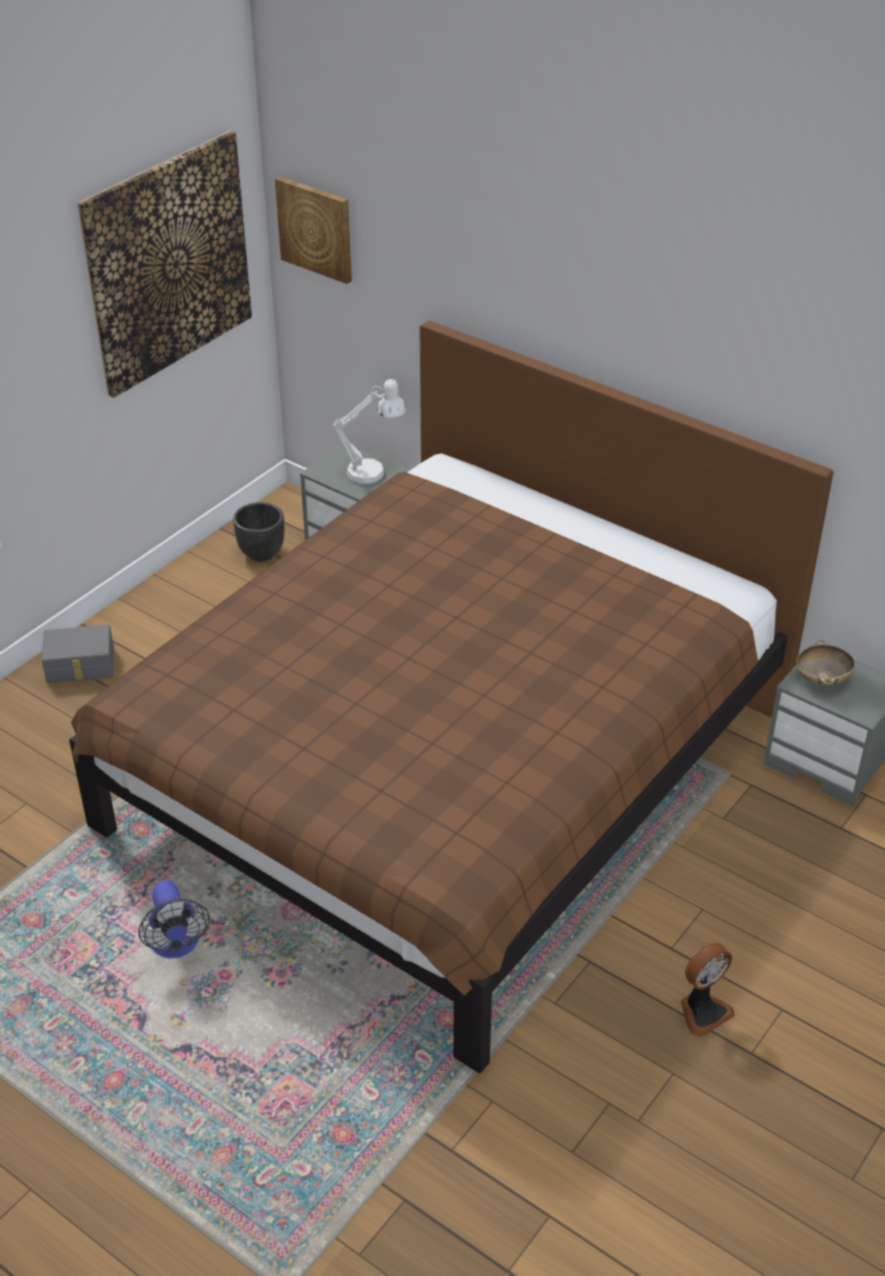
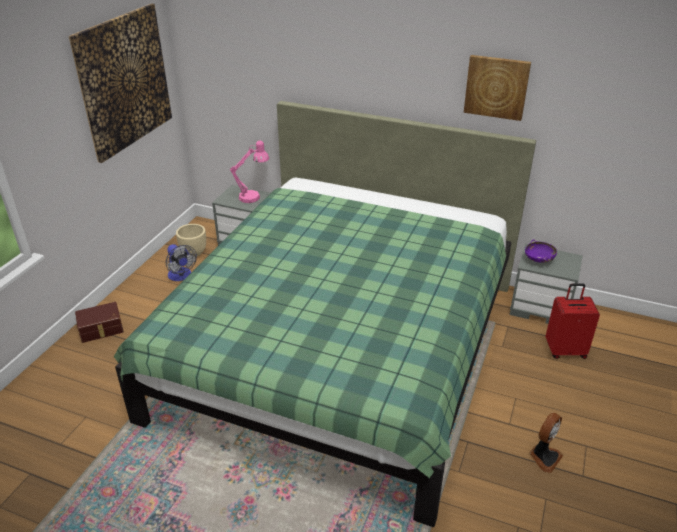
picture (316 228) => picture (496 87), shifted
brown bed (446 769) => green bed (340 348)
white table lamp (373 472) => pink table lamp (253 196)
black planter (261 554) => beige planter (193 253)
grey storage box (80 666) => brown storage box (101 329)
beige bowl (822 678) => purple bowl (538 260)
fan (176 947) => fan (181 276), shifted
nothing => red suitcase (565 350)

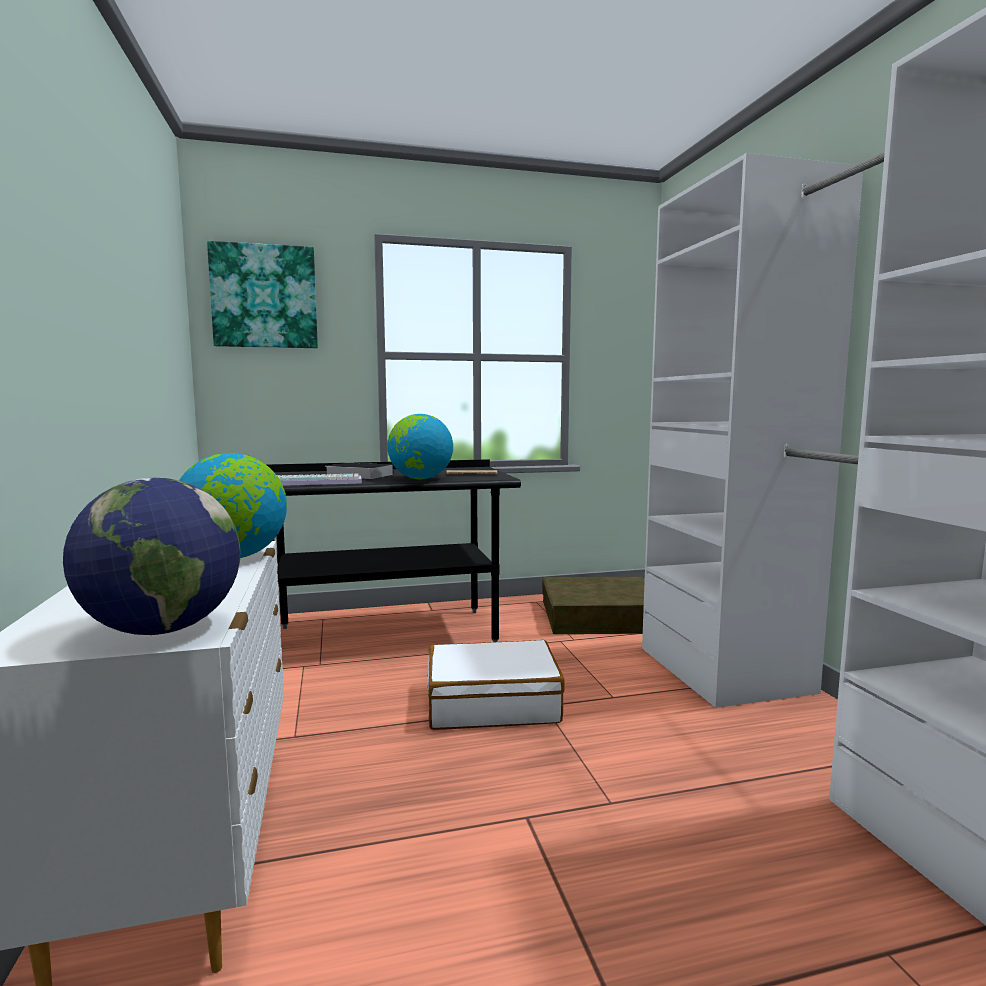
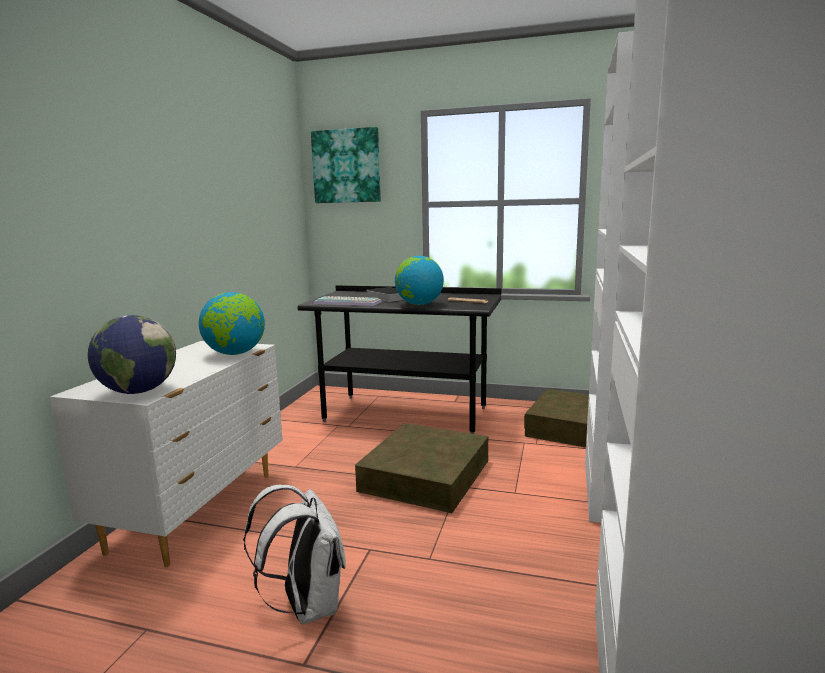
white suitcase (492 703) => brown storage box (425 475)
nothing => white backpack (306 605)

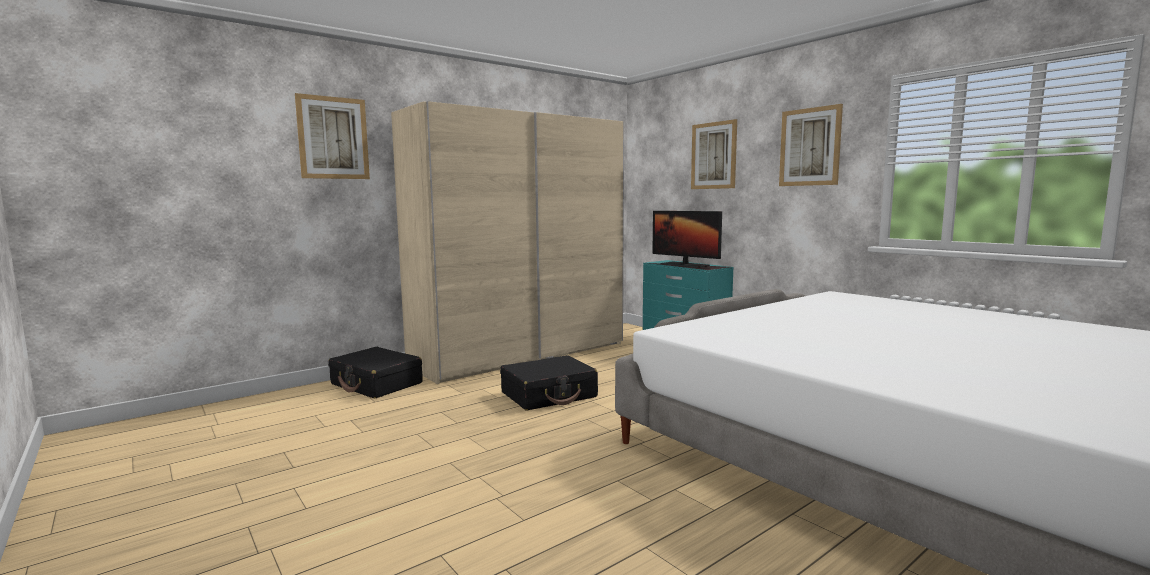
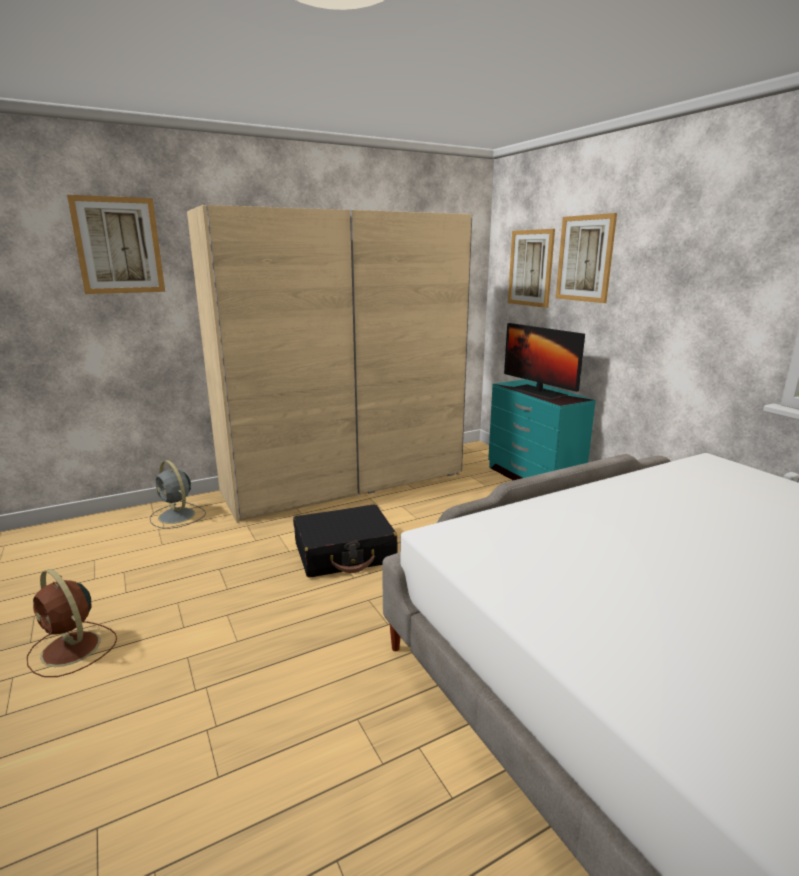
picture (809 147) => picture (530 268), shifted
black suitcase (376 384) => grey fan (177 516)
nothing => brown fan (72 649)

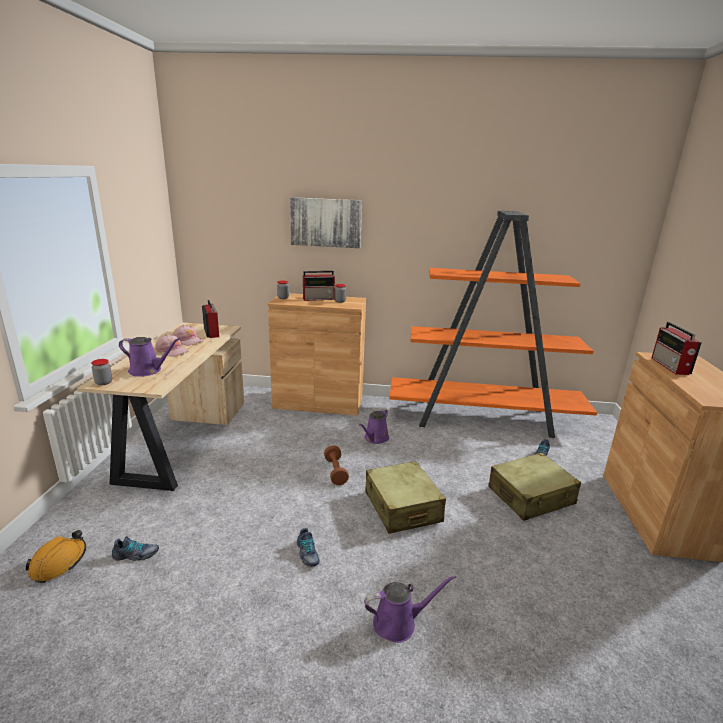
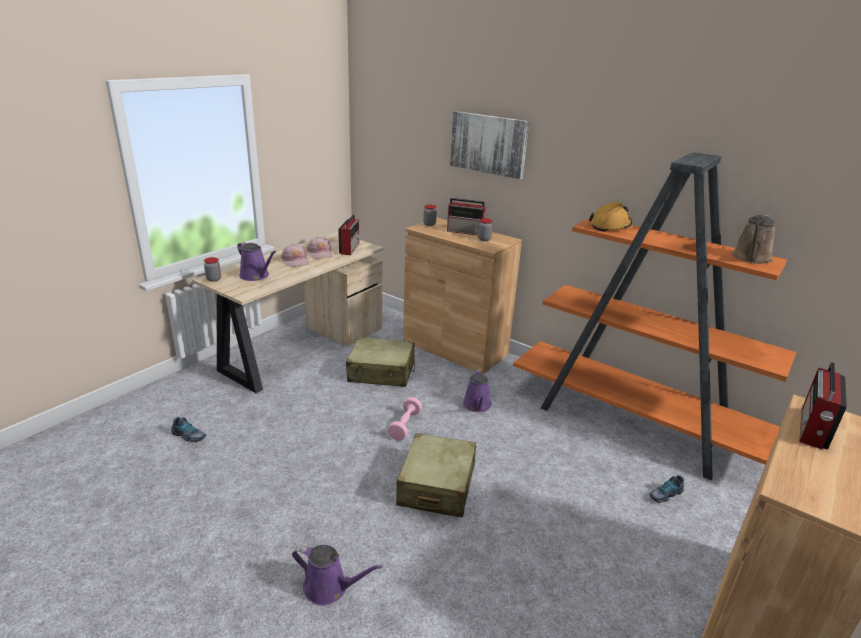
purple watering can (375 439) => purple watering can (477 405), 60 degrees counterclockwise
brown dumbbell (335 472) => pink dumbbell (405 426)
beige suitcase (531 496) => beige suitcase (381 372), shifted
shoe (307 554) => nothing
orange hard hat (59 563) => orange hard hat (610 226), shifted
nothing => brown watering can (751 258)

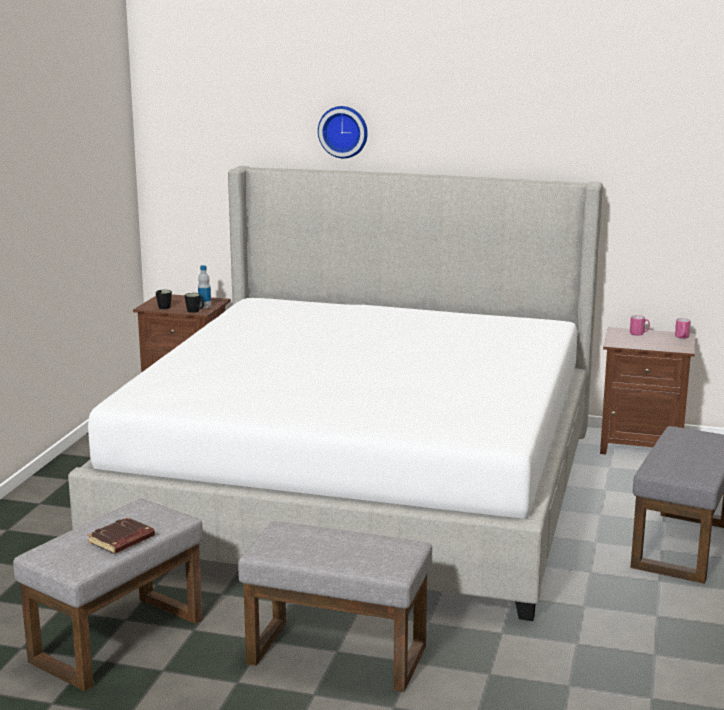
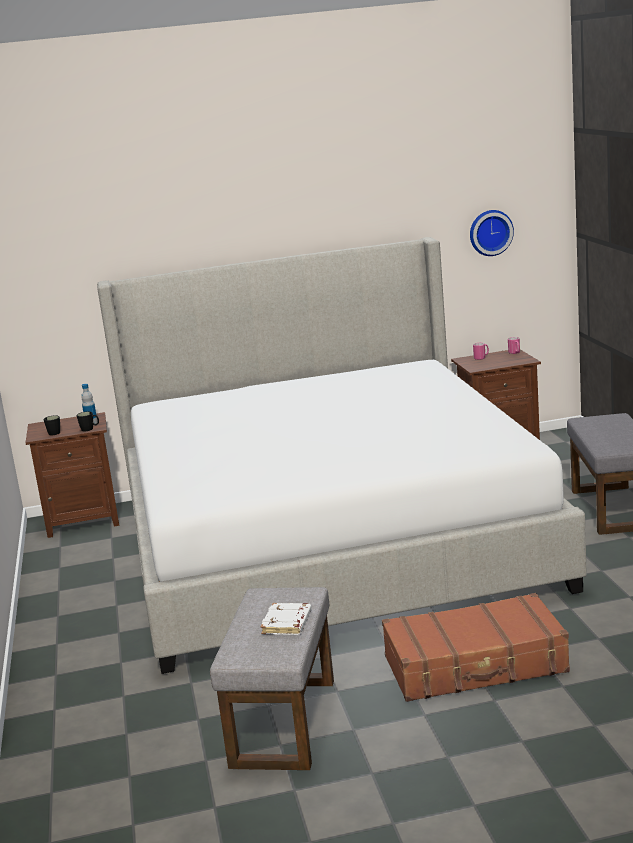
wall clock (343 131) => wall clock (490 232), shifted
brown book (121 541) => white book (287 623)
grey ottoman (339 654) => brown suitcase (476 665)

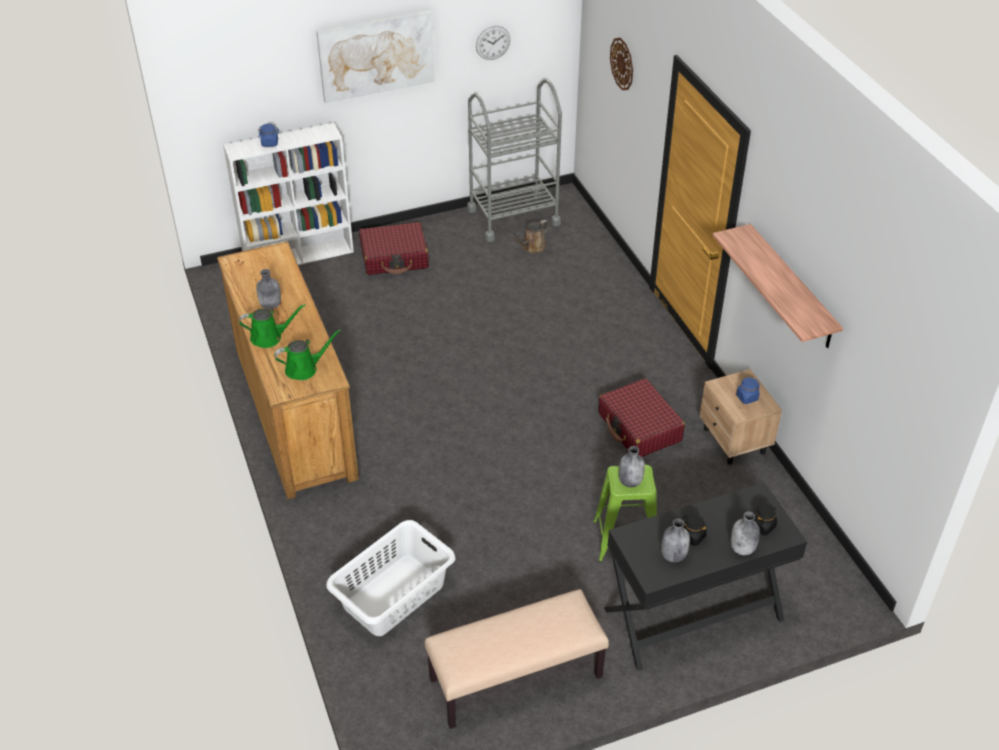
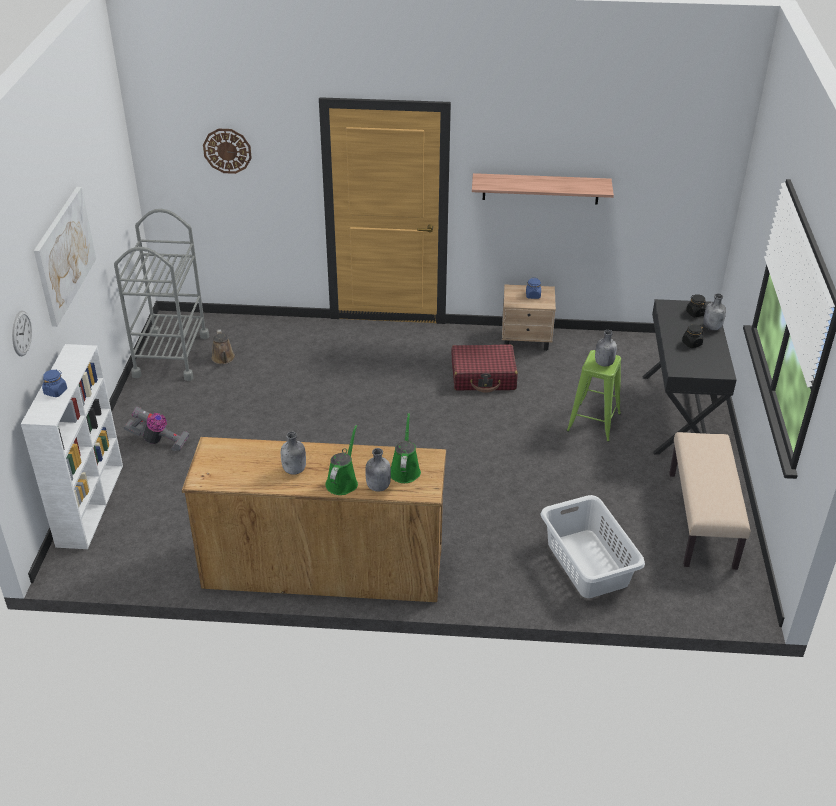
wall clock (493 42) => wall clock (21 333), shifted
red suitcase (394 257) => vacuum cleaner (158 441)
grey bottle (673 555) => grey bottle (377 487), shifted

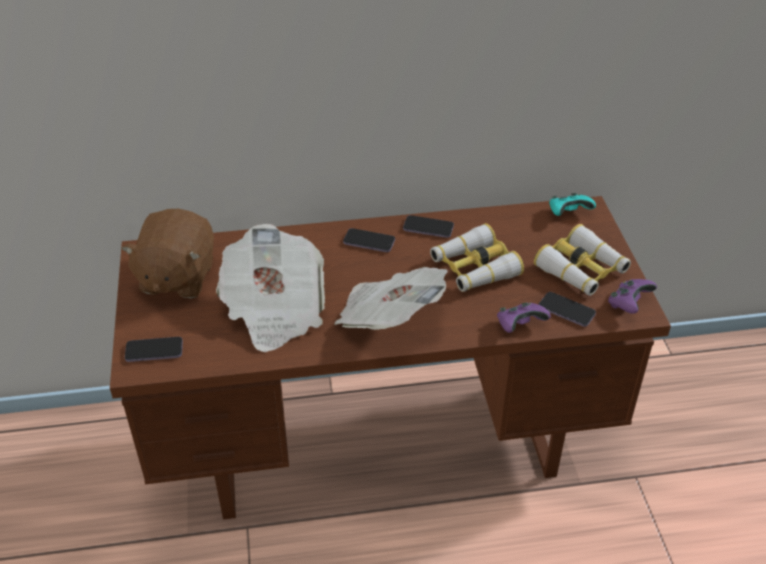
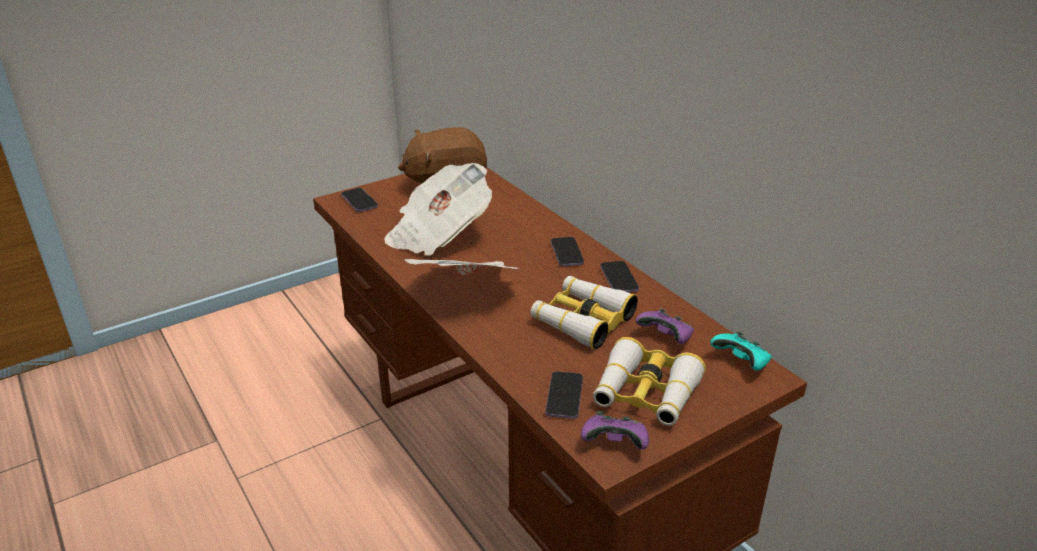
purple game controller (519 325) => purple game controller (666 338), shifted

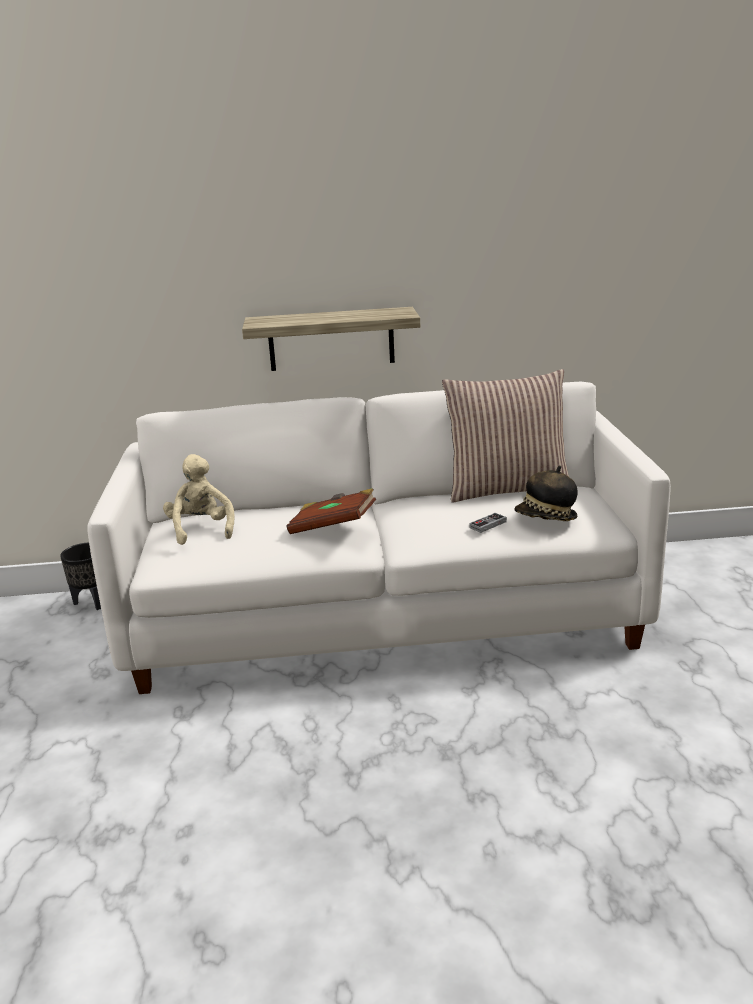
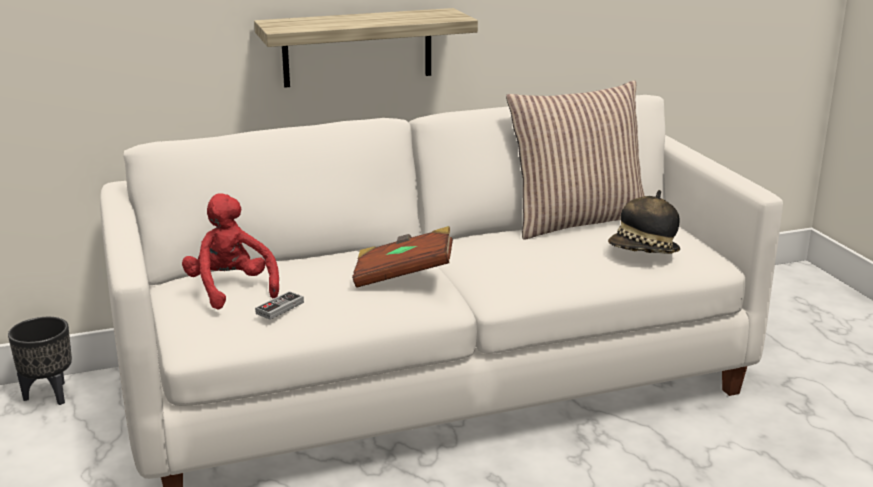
beige plush toy (201 530) => red plush toy (231 289)
game controller (488 525) => game controller (280 308), shifted

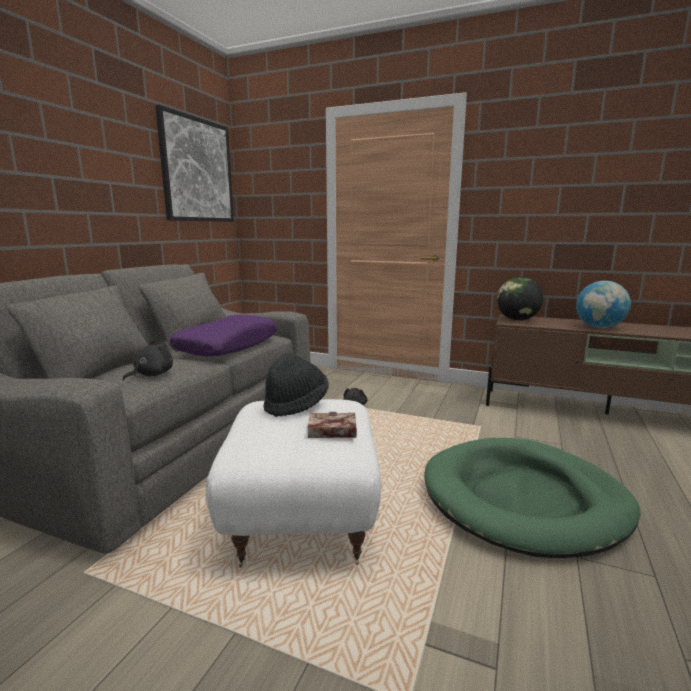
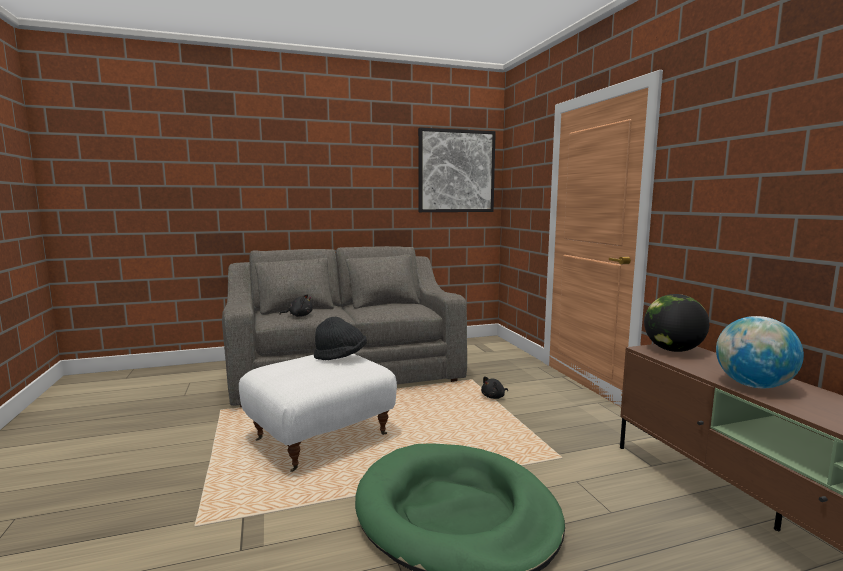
purple pillow (227 346) => nothing
book (330 431) => nothing

